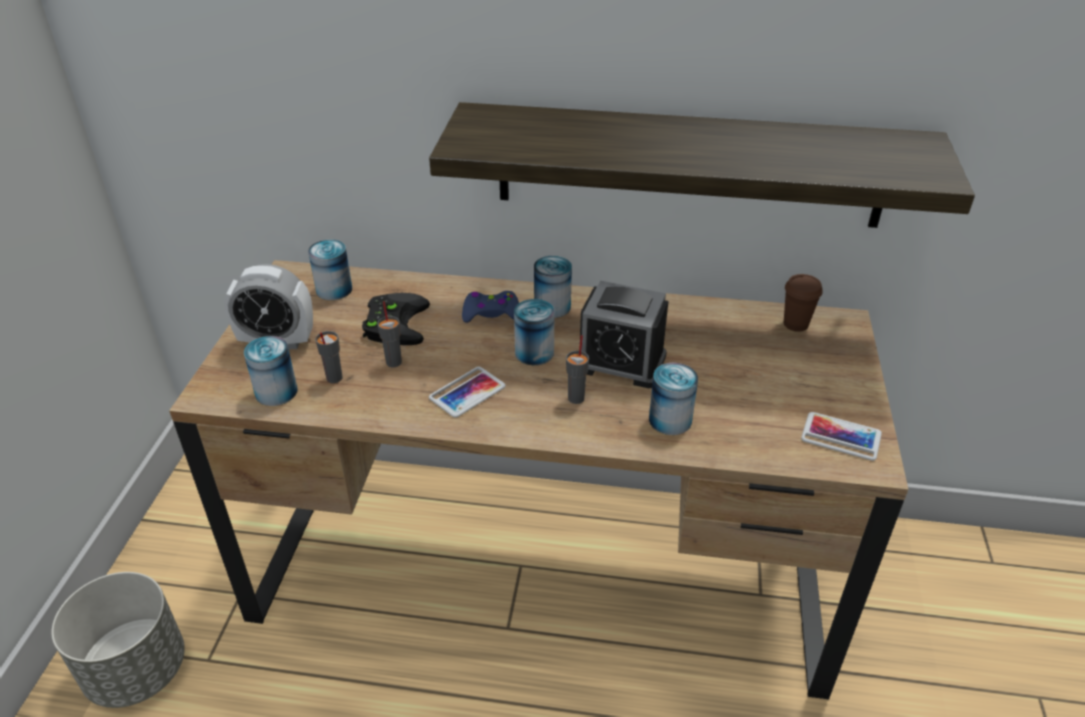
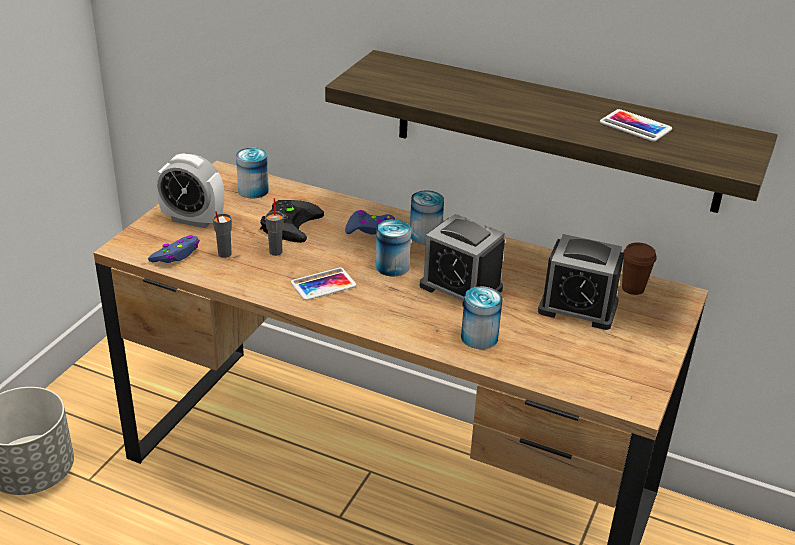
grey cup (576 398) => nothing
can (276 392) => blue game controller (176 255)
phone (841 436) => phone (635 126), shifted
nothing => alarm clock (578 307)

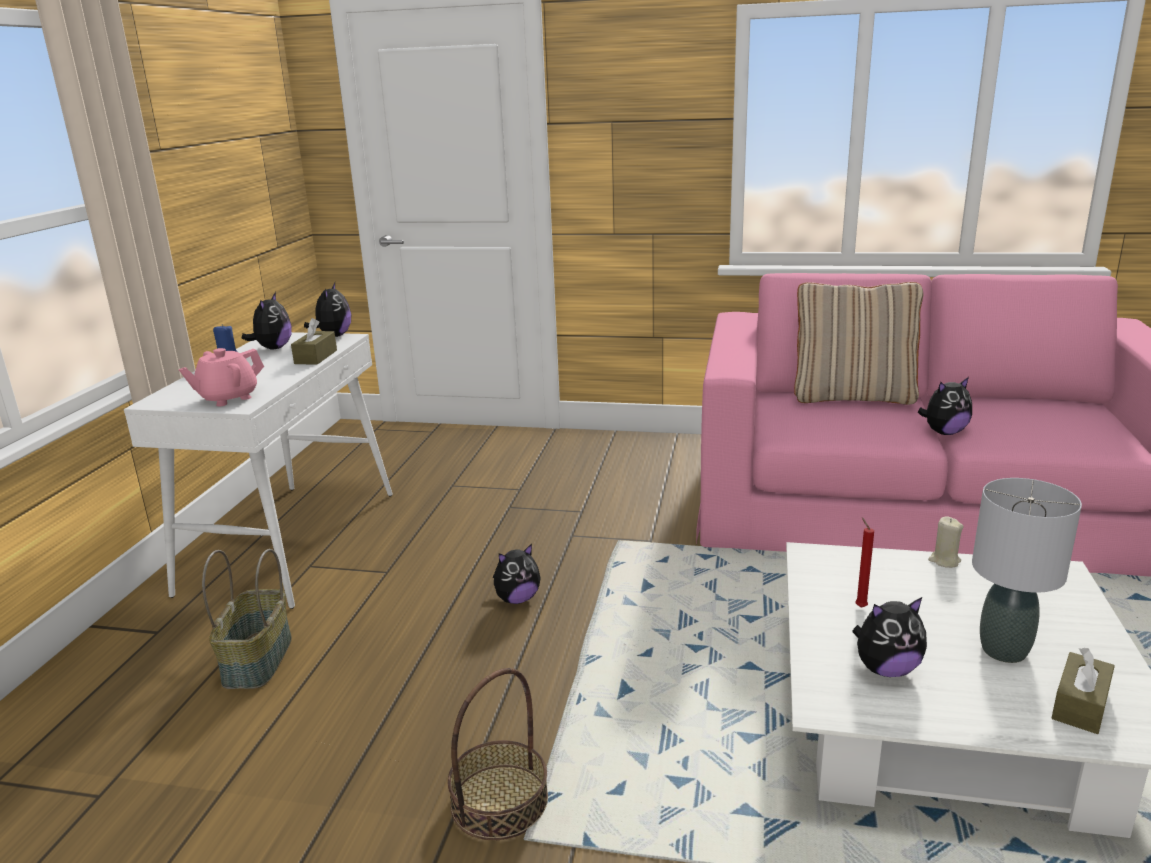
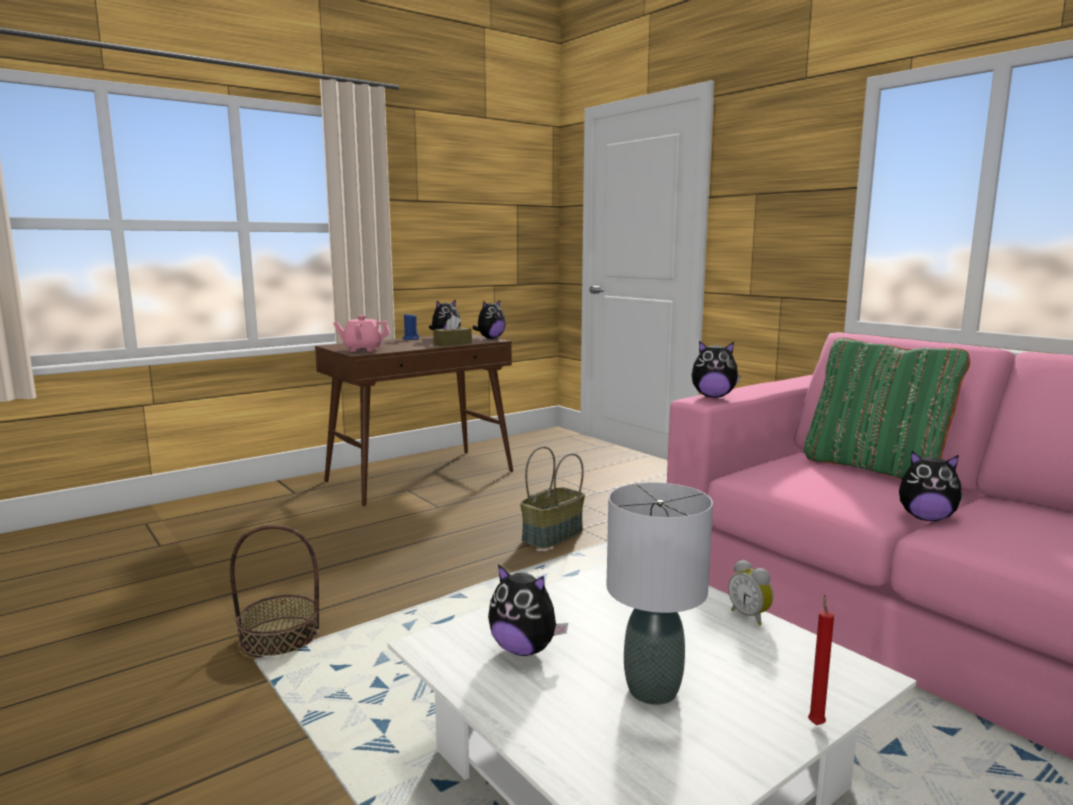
beige pillow (853 397) => green pillow (875 469)
white console table (292 540) => brown console table (421 475)
beige candle (944 561) => alarm clock (750 616)
red candle (859 606) => red candle (816 723), shifted
plush toy (517 599) => plush toy (713 397), shifted
basket (259 661) => basket (553 536), shifted
brown tissue box (1080 705) => nothing

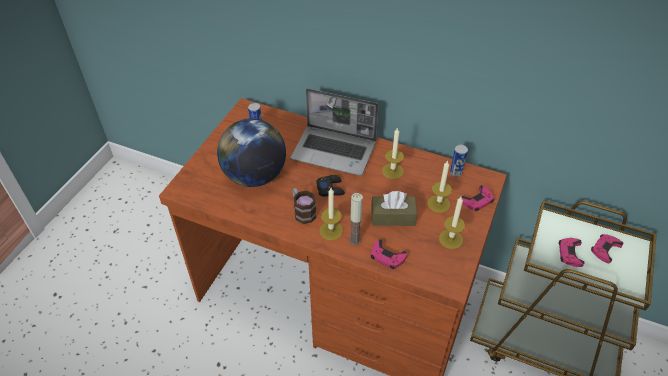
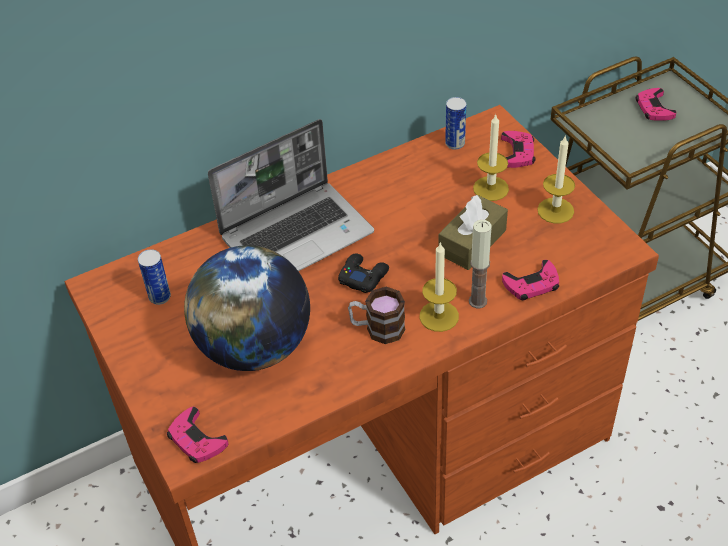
candle (392 171) => nothing
pink game controller (570 253) => pink game controller (196 439), shifted

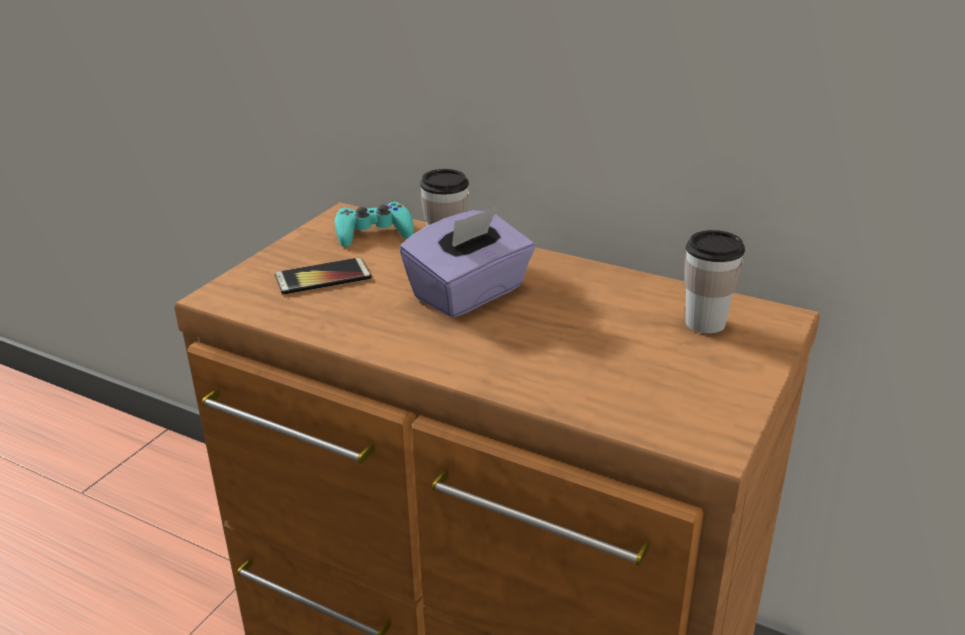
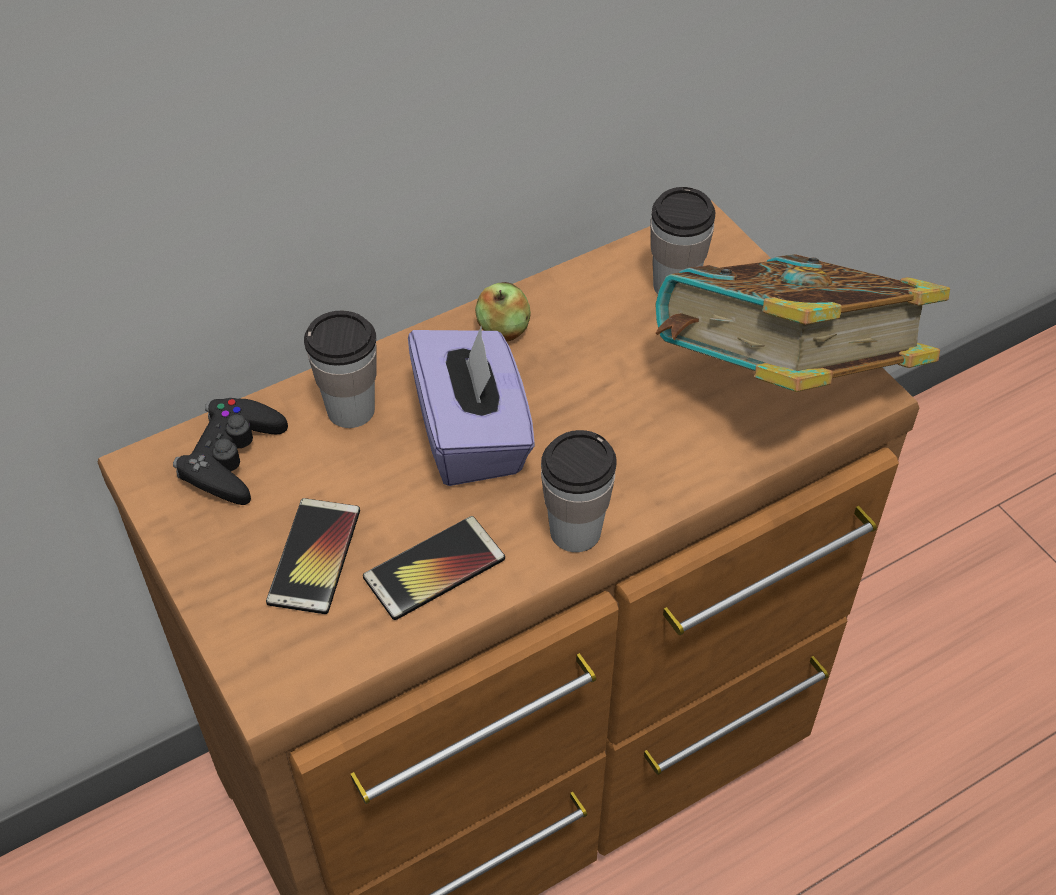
turquoise game controller (374 232) => black game controller (232 457)
nothing => book (783 384)
nothing => apple (503 329)
nothing => cup (575 531)
nothing => phone (434 568)

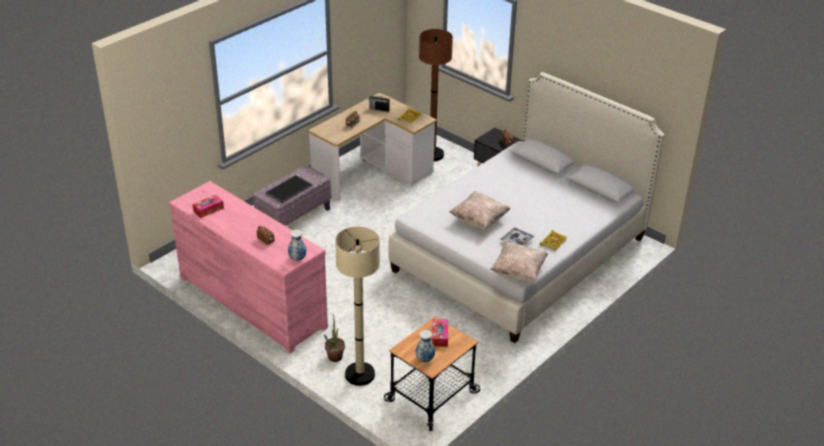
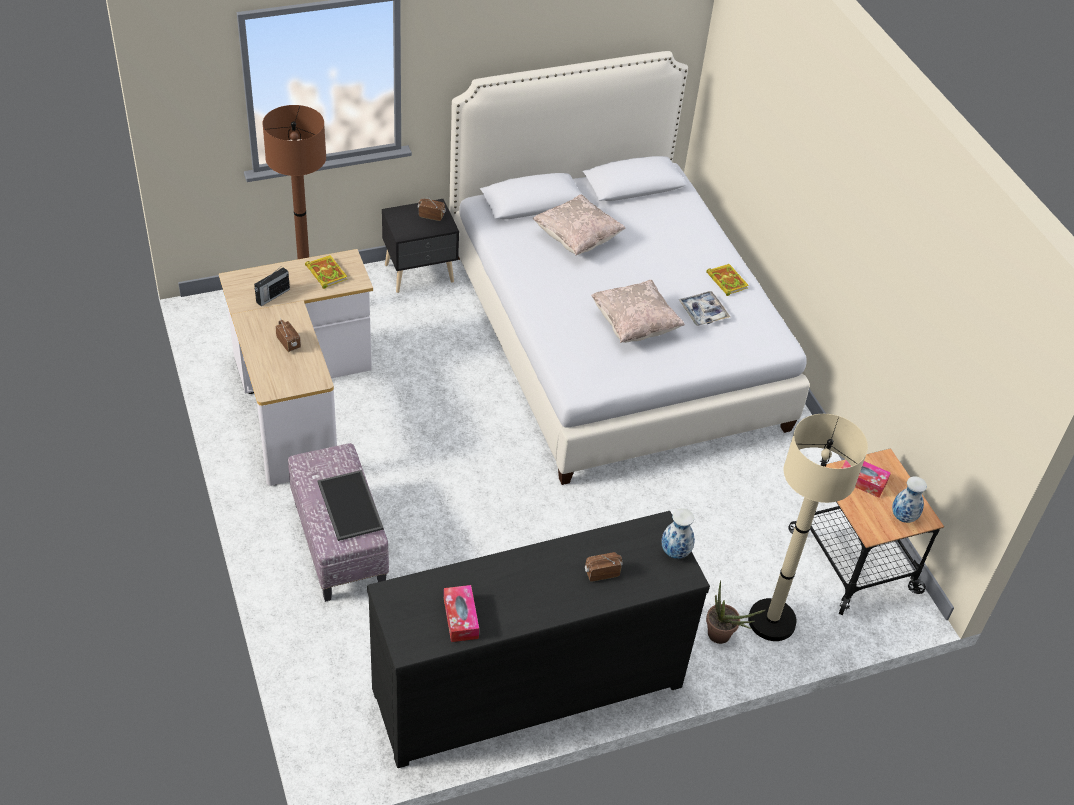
pink dresser (253 301) => black dresser (526 686)
beige pillow (518 272) => beige pillow (577 239), shifted

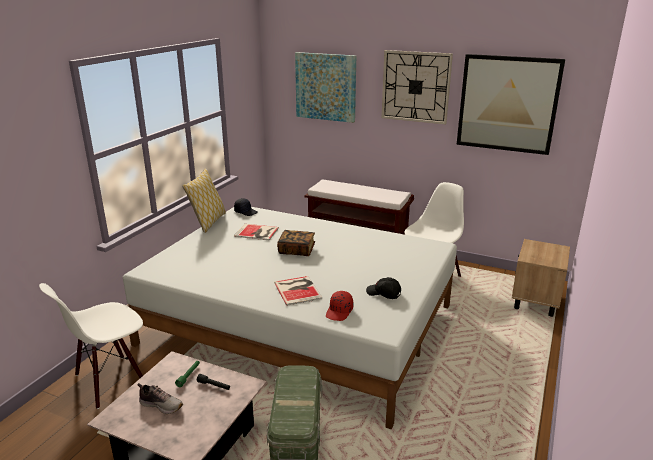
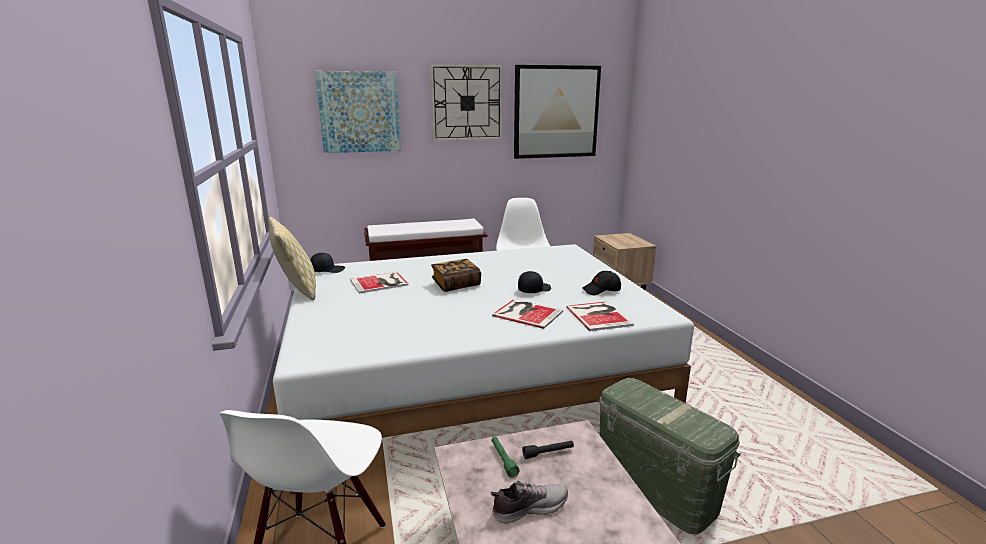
red cap (339 312) => book (599 315)
nothing => black cap (534 289)

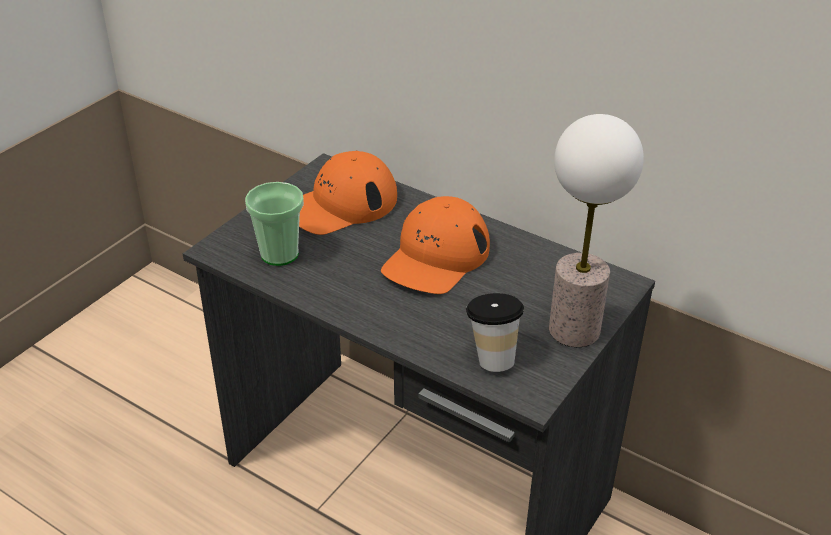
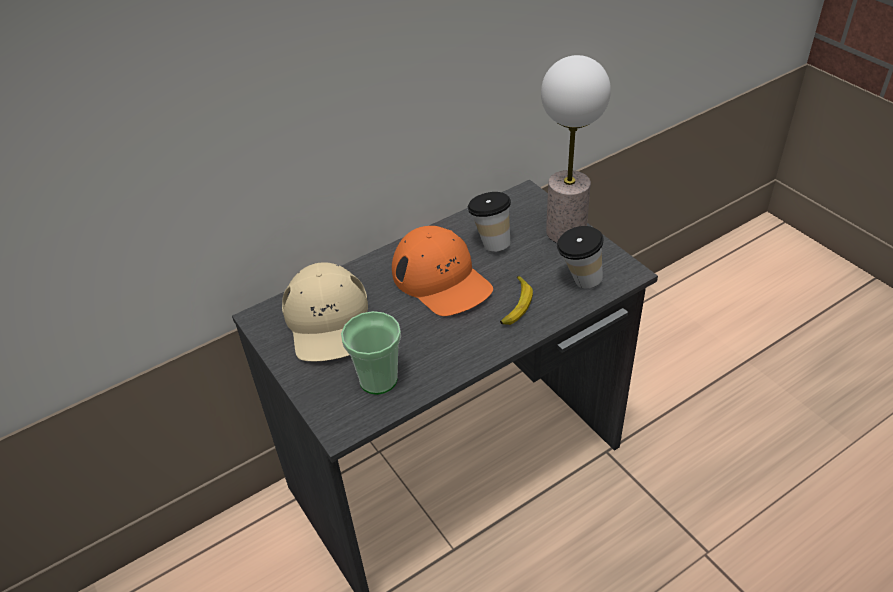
orange cap (340 205) => beige cap (328 321)
nothing => cup (490 242)
nothing => banana (515 305)

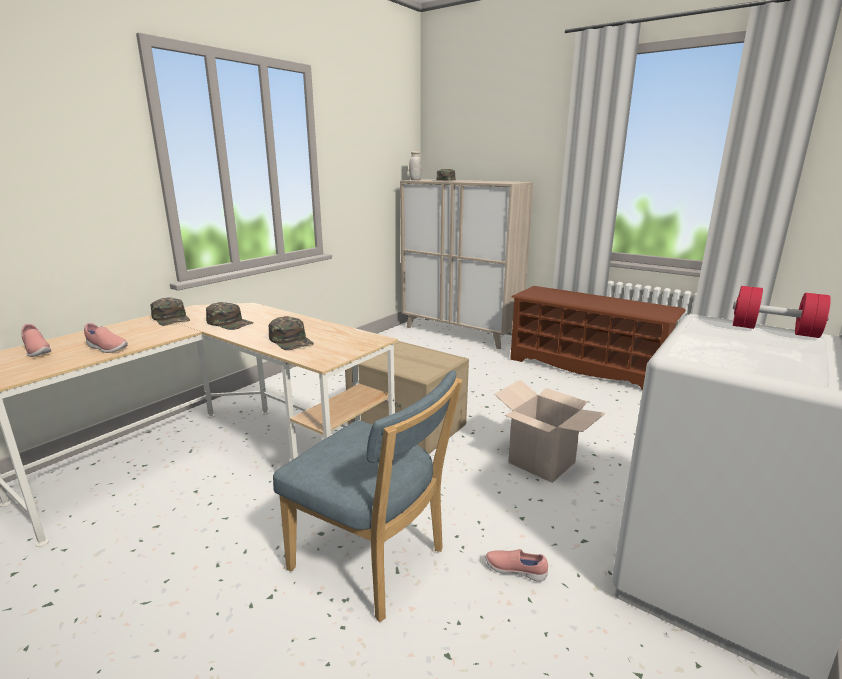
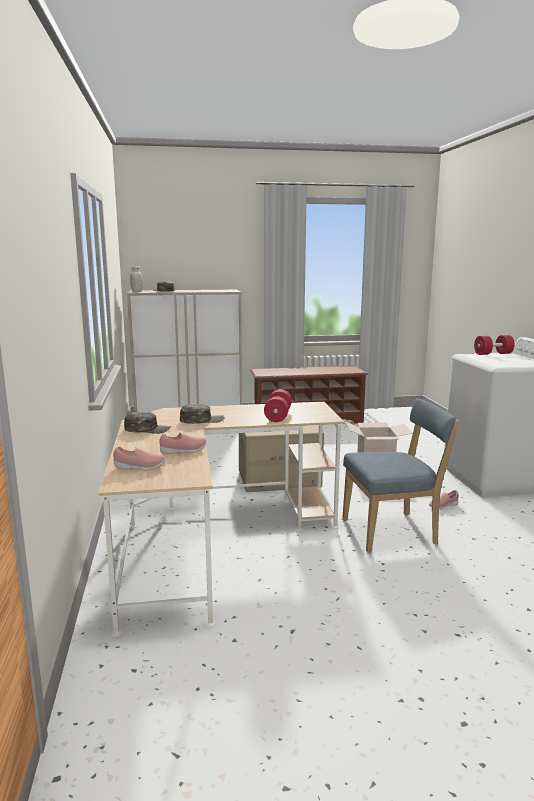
green cap (291 341) => red dumbbell (278 416)

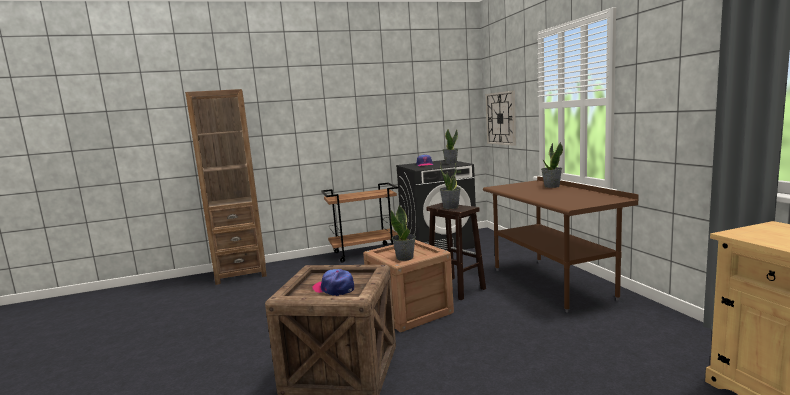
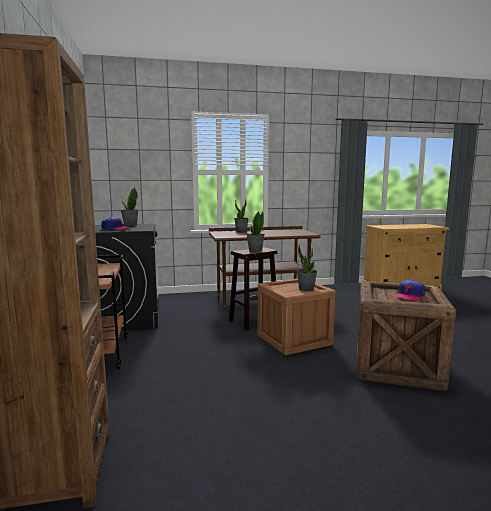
wall clock (501 118) => nothing

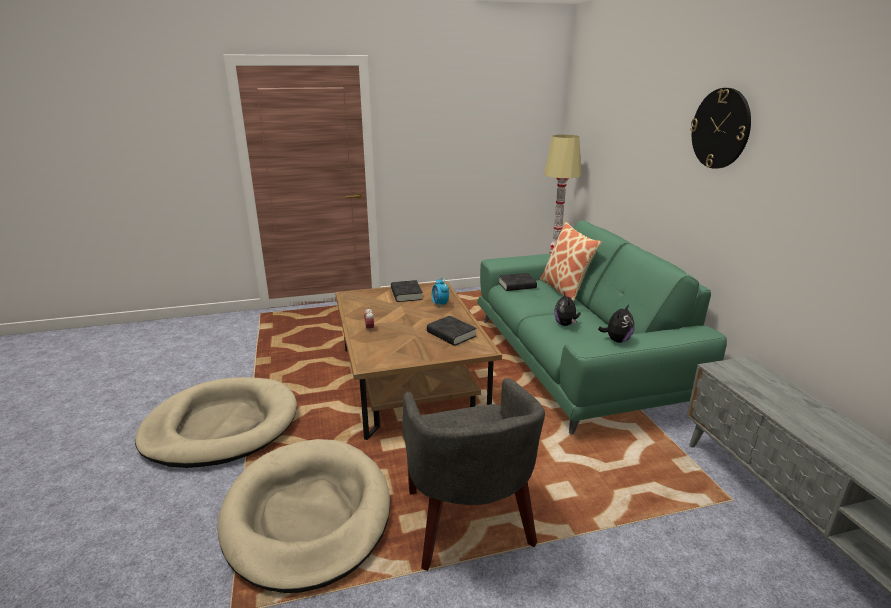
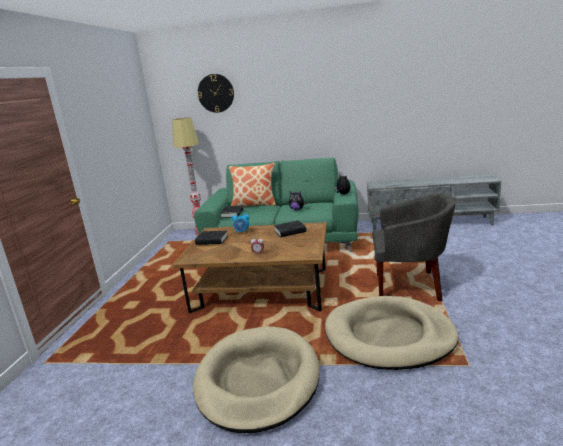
wall clock (720 128) => wall clock (216 93), shifted

